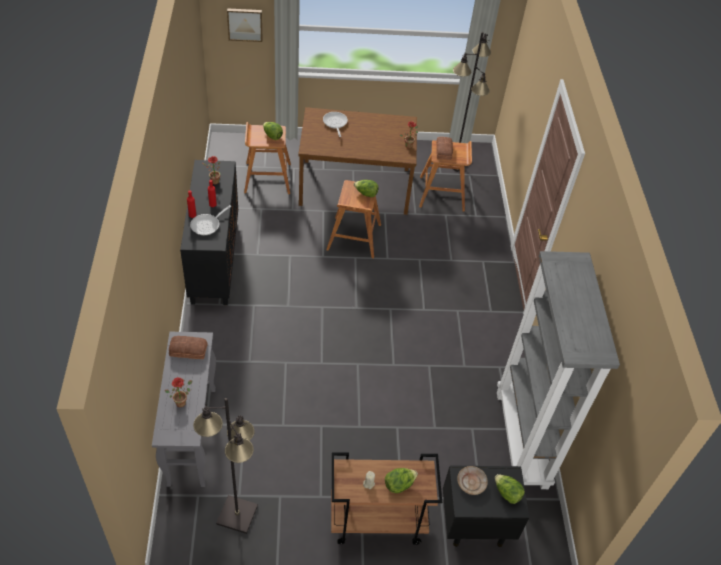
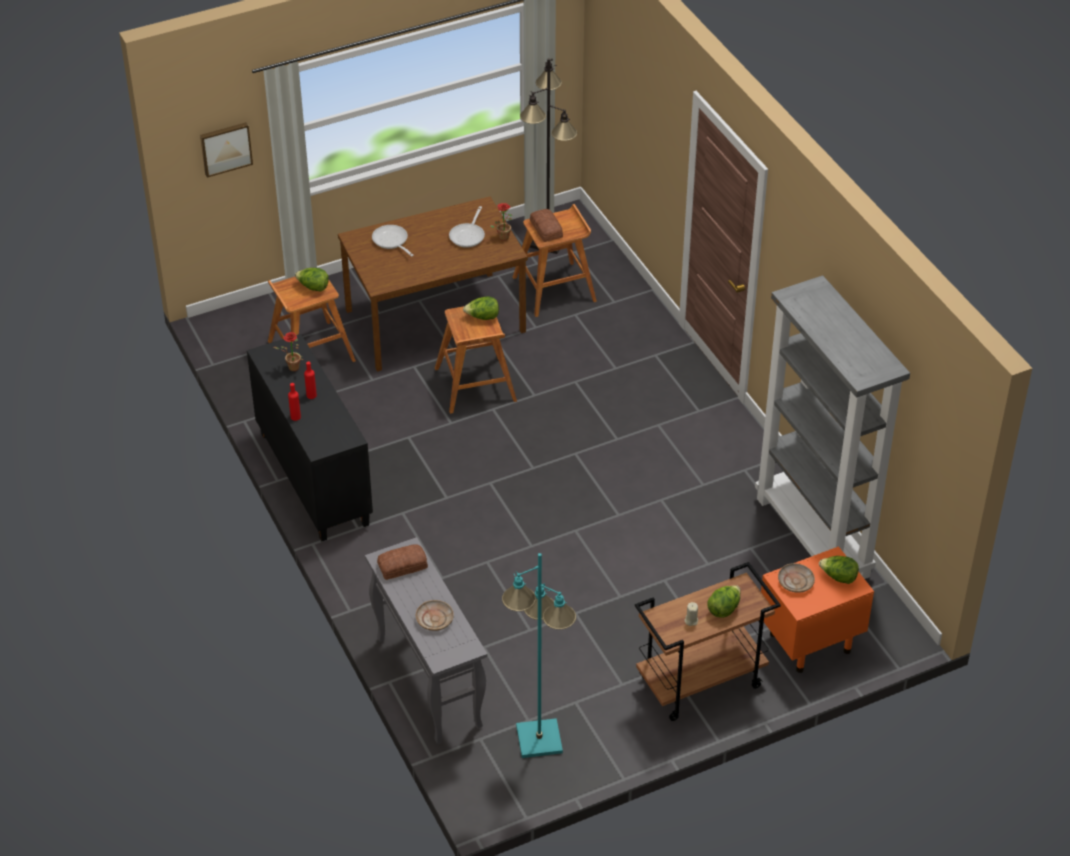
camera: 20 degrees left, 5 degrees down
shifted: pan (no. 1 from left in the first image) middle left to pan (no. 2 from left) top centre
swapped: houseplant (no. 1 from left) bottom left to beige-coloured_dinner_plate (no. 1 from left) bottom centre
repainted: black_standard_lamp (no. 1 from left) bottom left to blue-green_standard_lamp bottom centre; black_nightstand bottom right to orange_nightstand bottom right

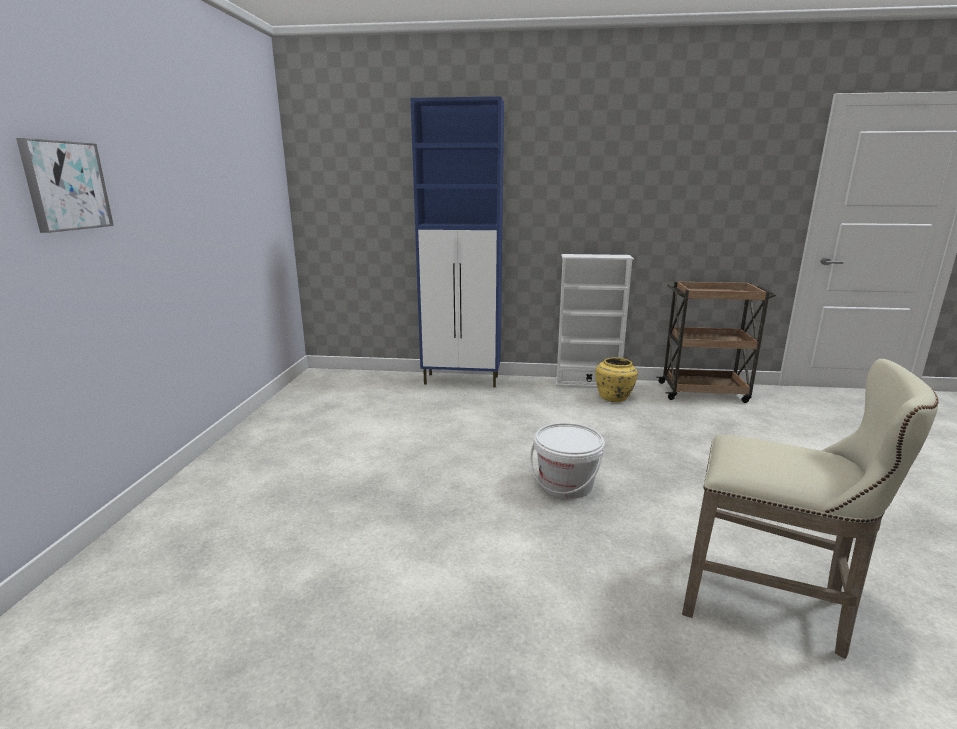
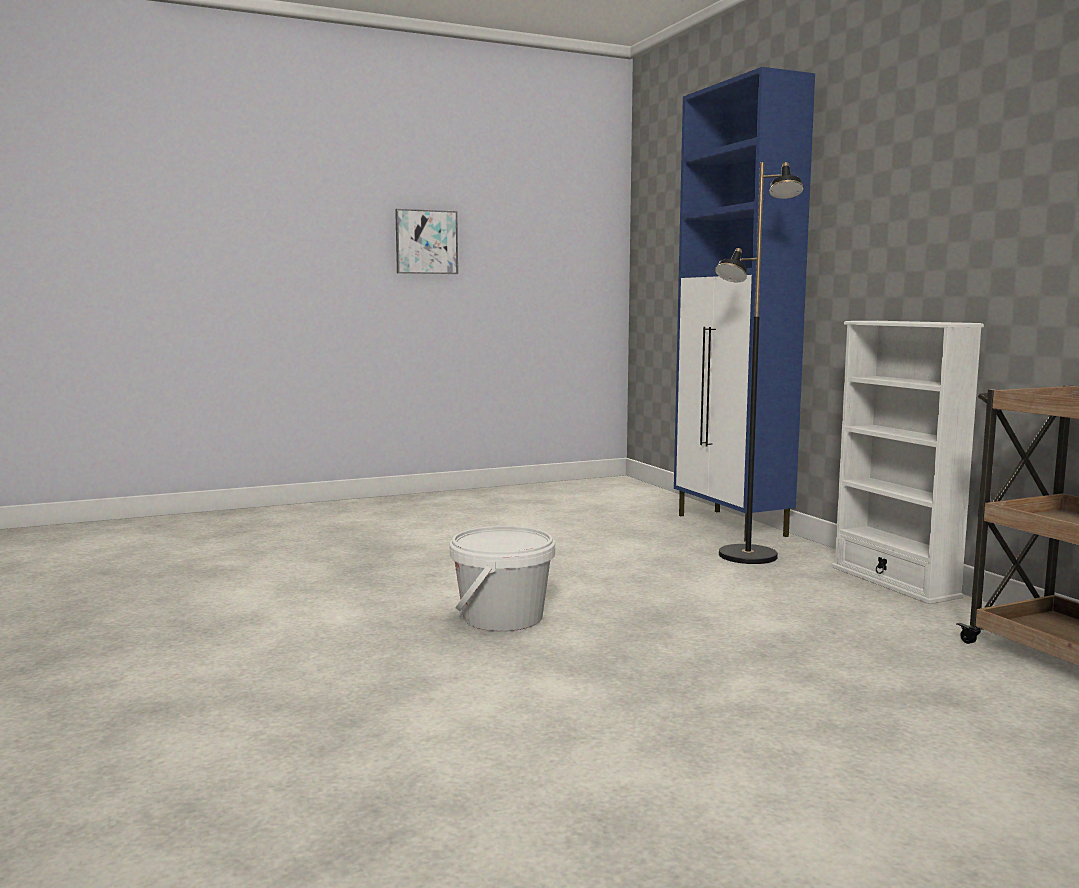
camera: 60 degrees right, 10 degrees down
gone: yellow-coloured_vase centre; beige-coloured_stool bottom right
new: black_standard_lamp middle right
shifted: wall_art top left to top centre

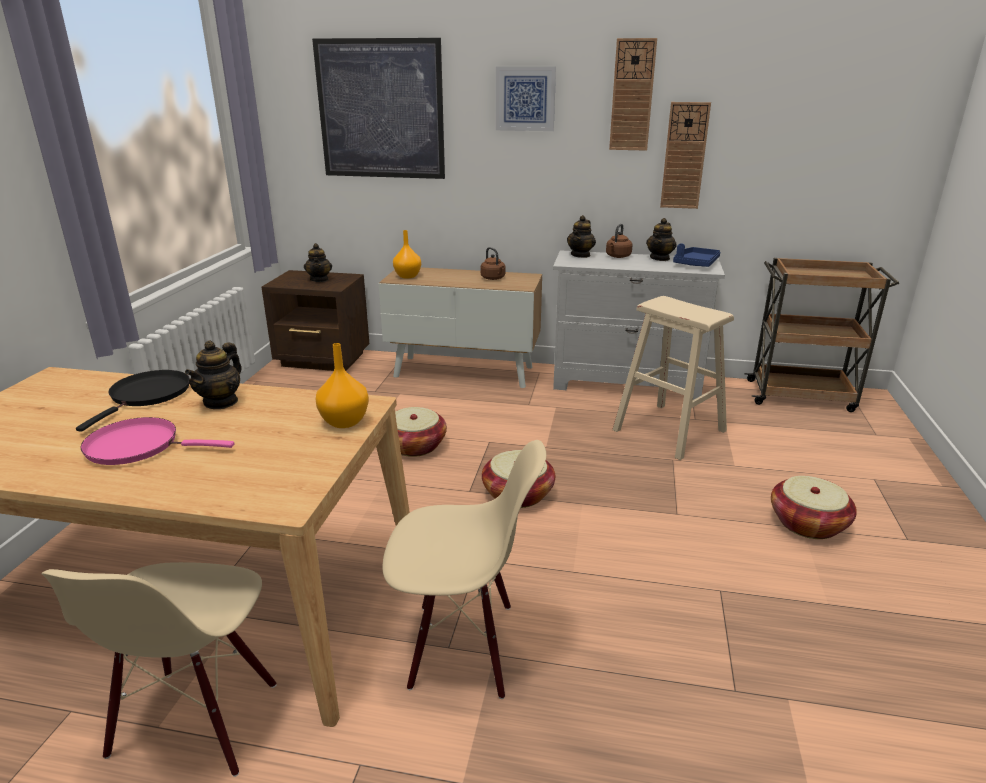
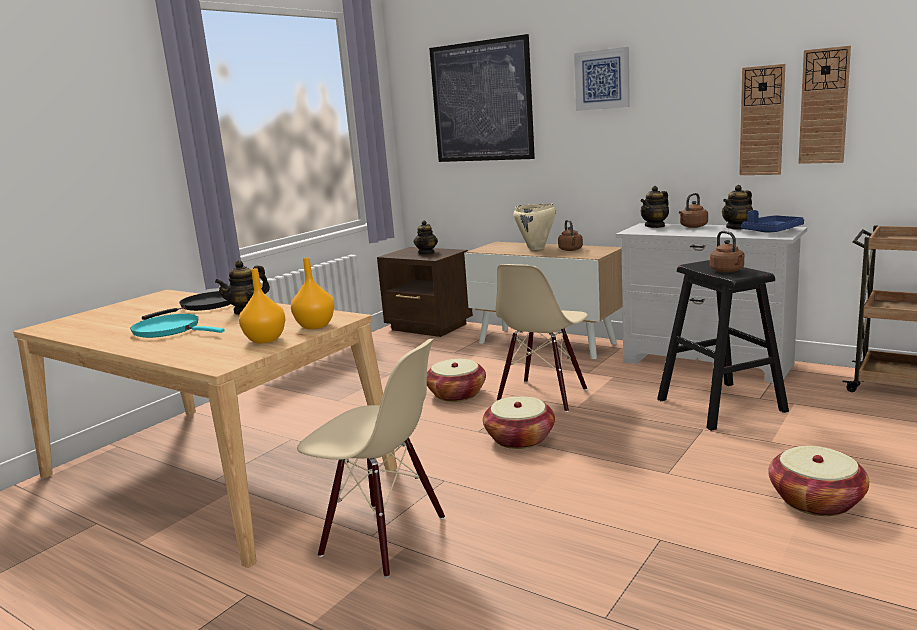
camera: 25 degrees right, 10 degrees down
new: beige-coloured_stockpot centre; brown_water_kettle (no. 3 from left) middle right
shifted: beige-coloured_plain_chair (no. 1 from left in the first image) bottom left to beige-coloured_plain_chair (no. 2 from left) centre; orange_vase (no. 2 from left in the first image) top centre to orange_vase (no. 1 from left) middle left; hanging_clock (no. 1 from left in the first image) top centre to hanging_clock (no. 2 from left) top right
repainted: pinkish_pan middle left to blue-green_pan middle left; beige-coloured_stool middle right to black_stool middle right

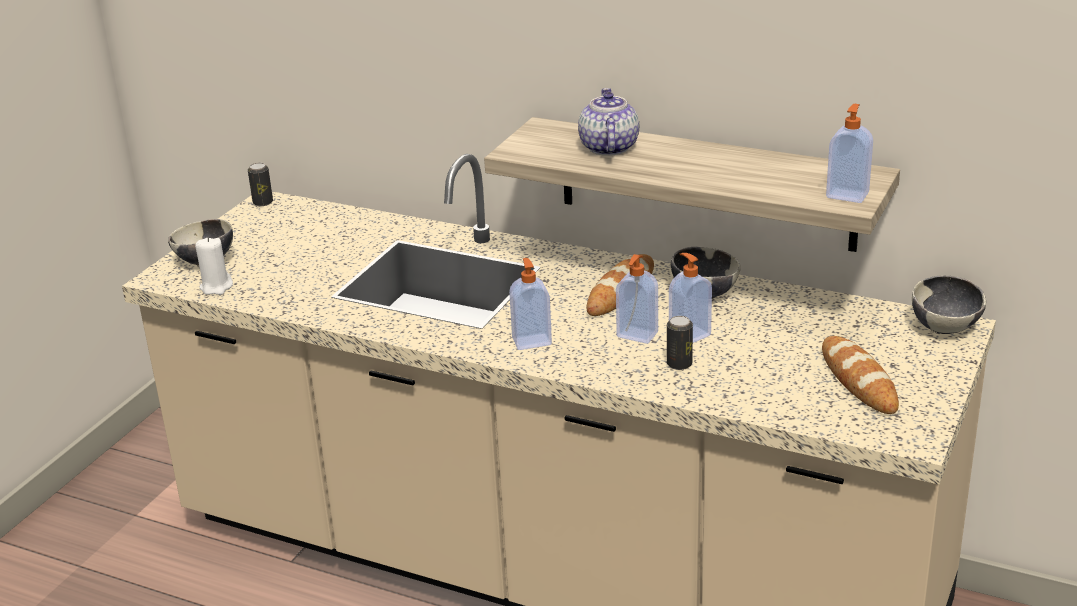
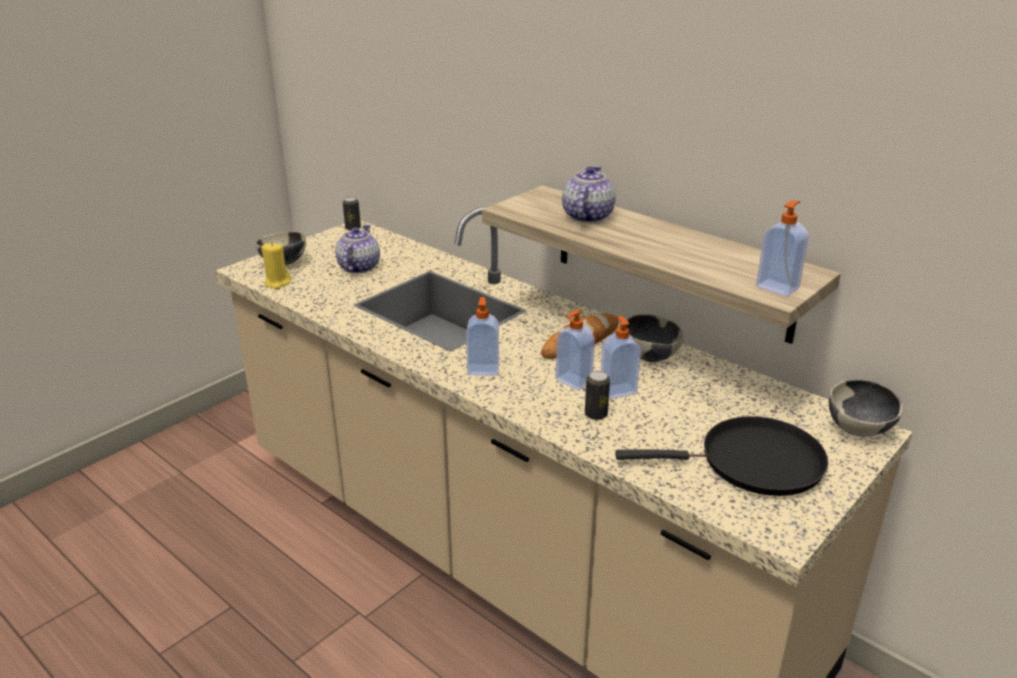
camera: 15 degrees right, 0 degrees up
new: pot_for_tea (no. 1 from left) centre
swapped: bakery_bread (no. 2 from left) middle right to black_pan bottom right
repainted: white_wax_light middle left to yellow-coloured_wax_light middle left

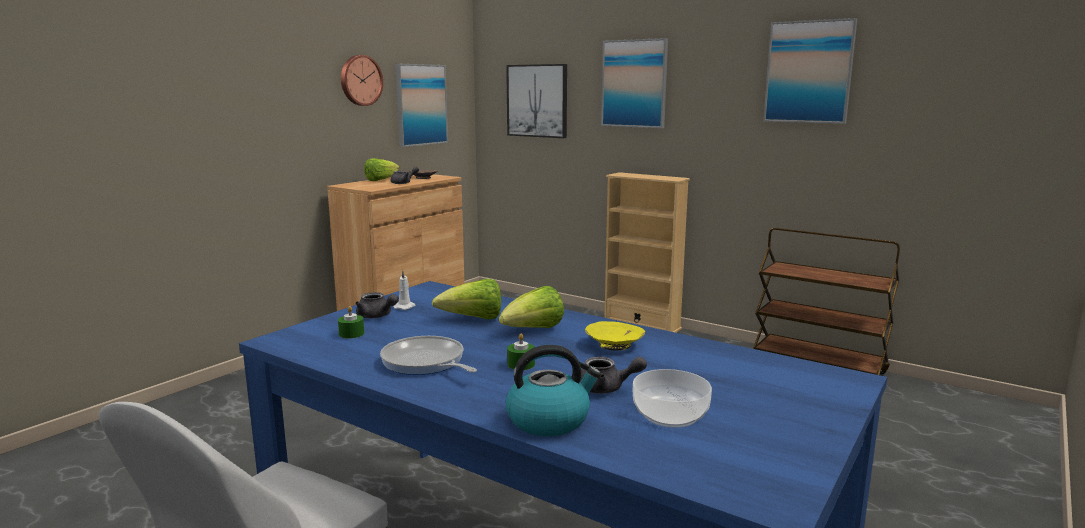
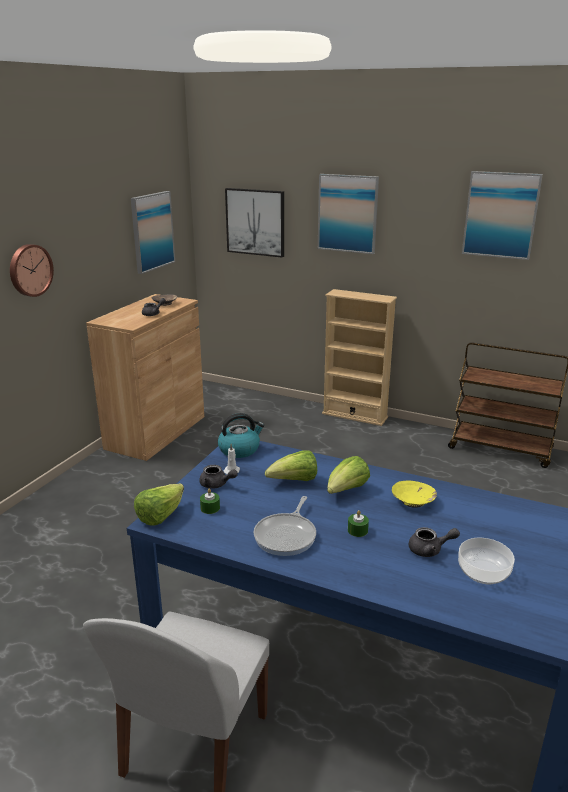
camera: 10 degrees left, 10 degrees up
shifted: hanging_clock top centre to middle left; head_of_lettuce (no. 1 from left) top centre to middle left; water_kettle bottom centre to centre
rotated: pan bottom centre = centre 105 degrees counterclockwise

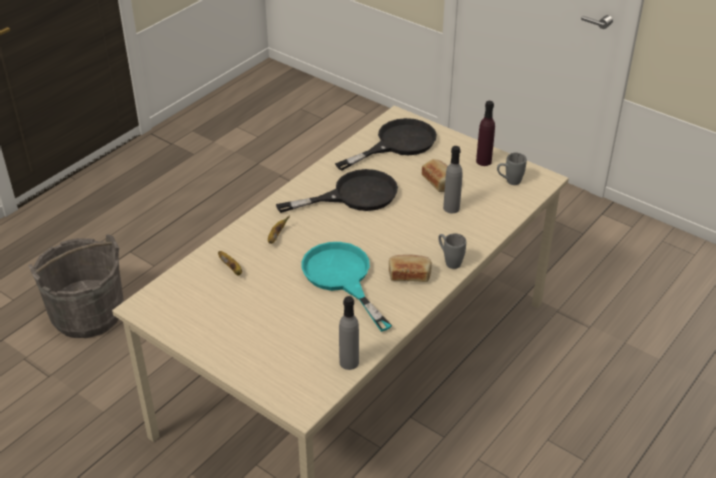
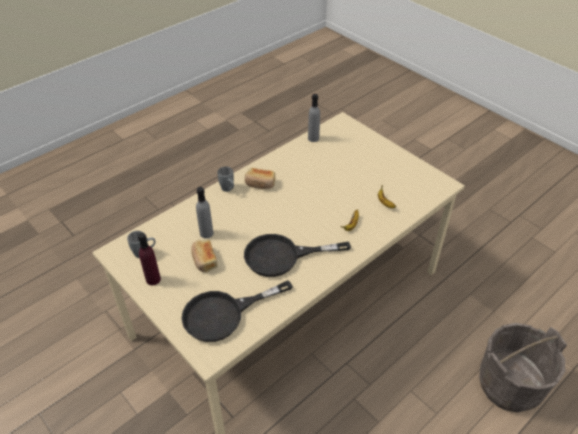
camera: 170 degrees left, 5 degrees up
gone: blue-green_pan centre

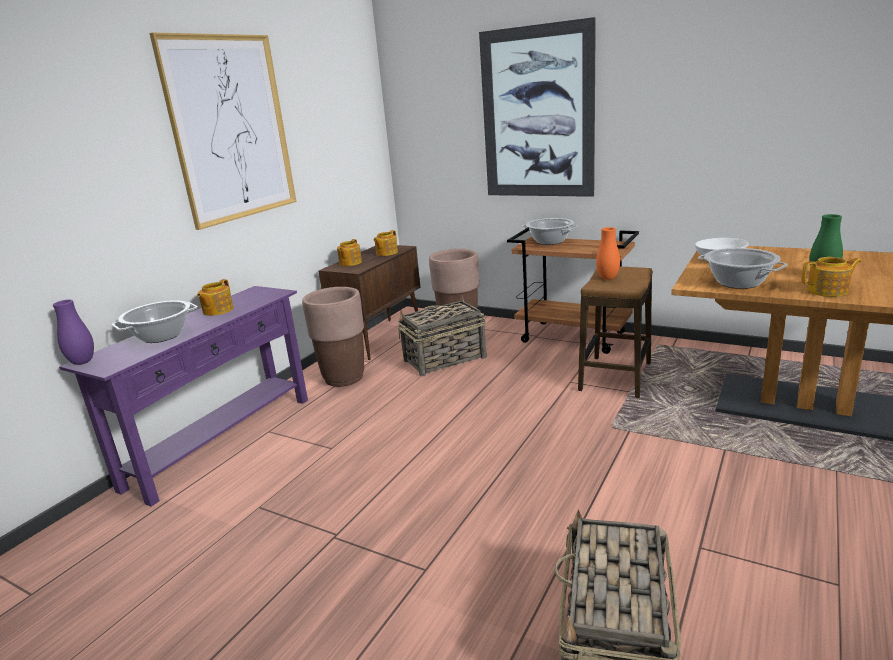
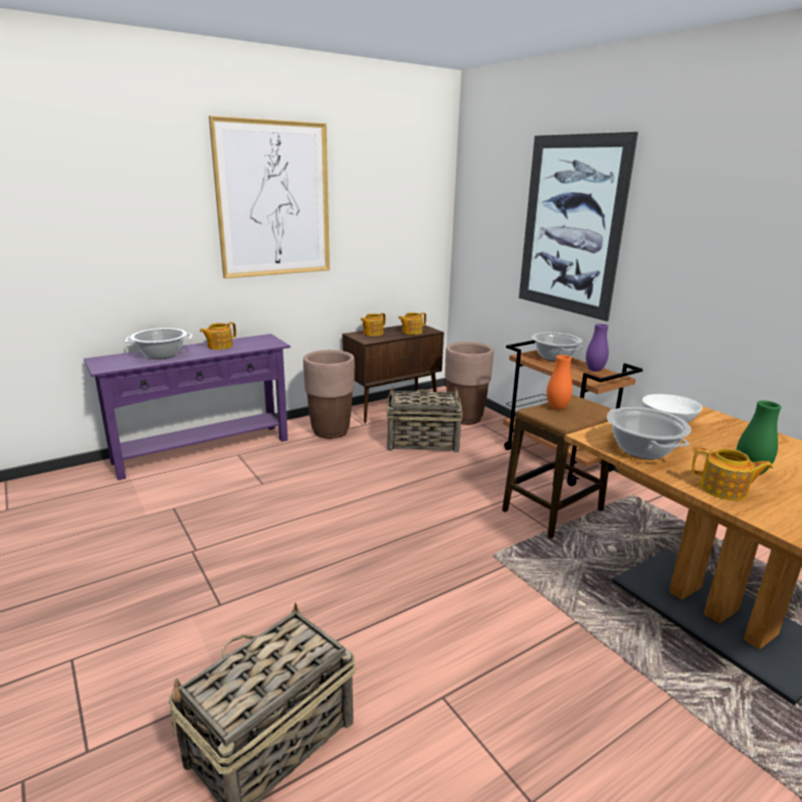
camera: 25 degrees right, 0 degrees up
shifted: purple_vase middle left to middle right

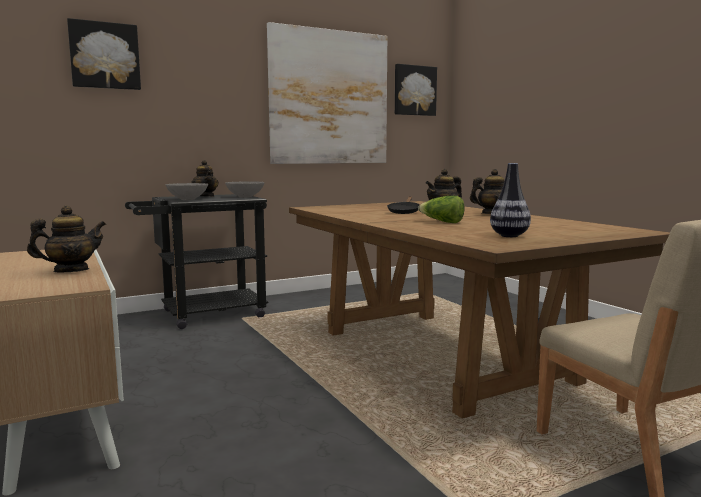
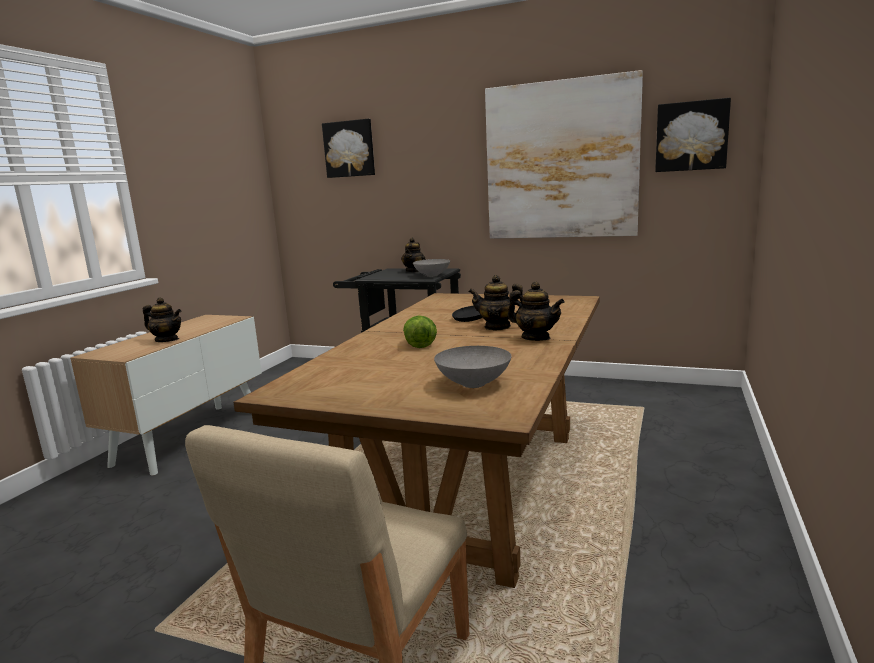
camera: 50 degrees right, 5 degrees up
gone: vase middle right
shifted: gray_deep_dish (no. 1 from left in the first image) middle left to gray_deep_dish (no. 2 from left) centre

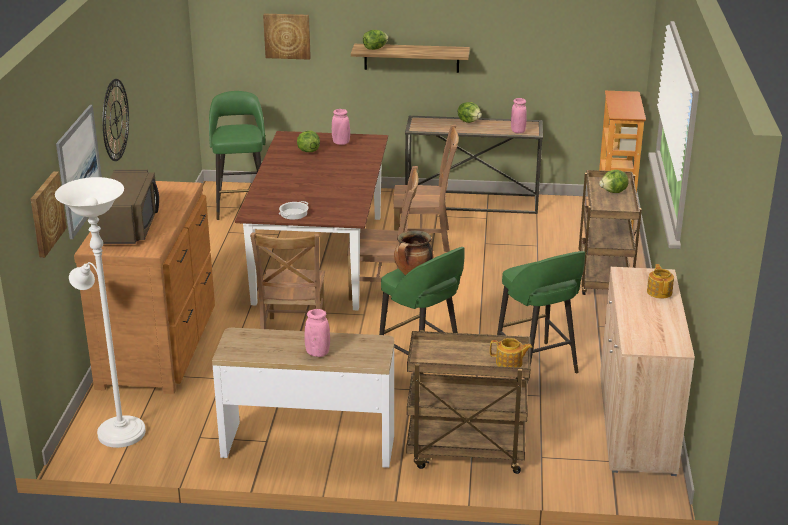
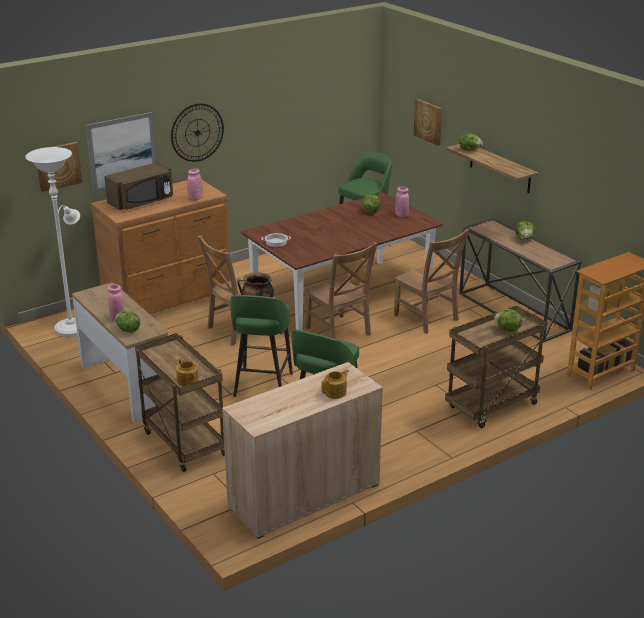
camera: 50 degrees right, 0 degrees up
new: head_of_lettuce (no. 1 from left) middle left
shifted: pinkish_vase (no. 3 from left in the first image) top centre to pinkish_vase (no. 2 from left) top left

